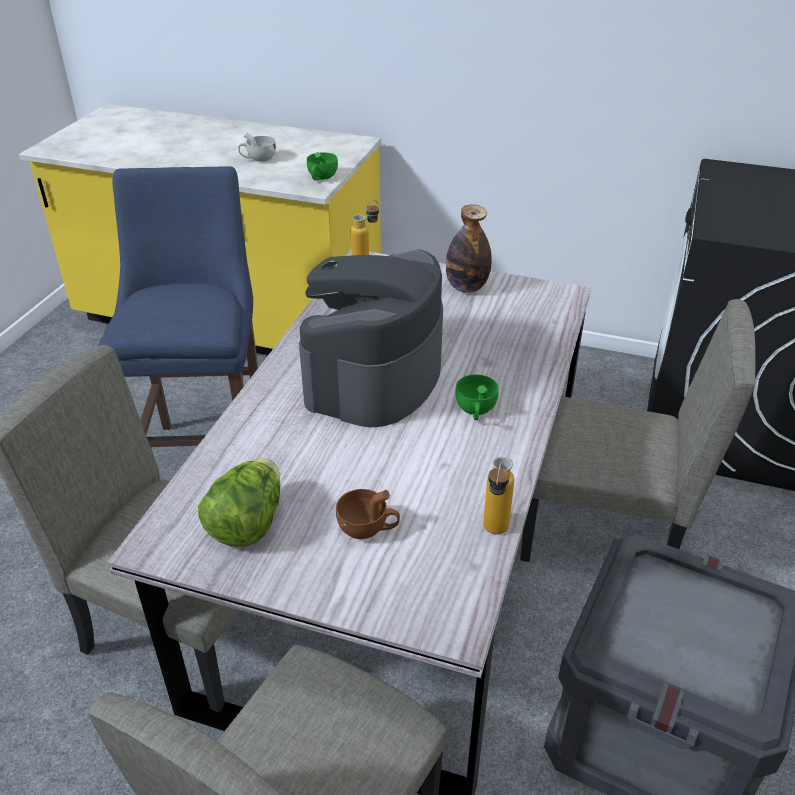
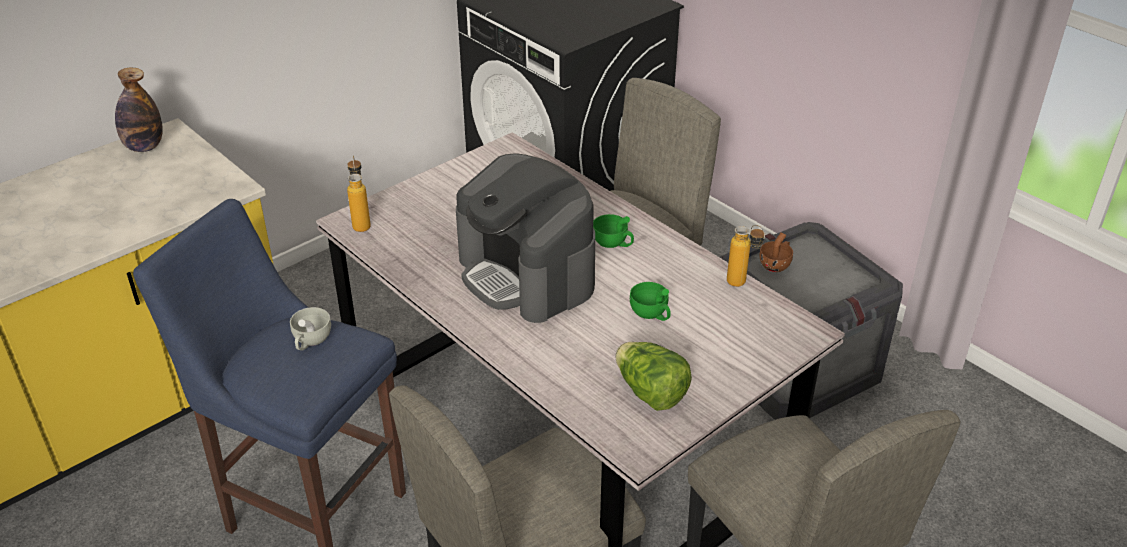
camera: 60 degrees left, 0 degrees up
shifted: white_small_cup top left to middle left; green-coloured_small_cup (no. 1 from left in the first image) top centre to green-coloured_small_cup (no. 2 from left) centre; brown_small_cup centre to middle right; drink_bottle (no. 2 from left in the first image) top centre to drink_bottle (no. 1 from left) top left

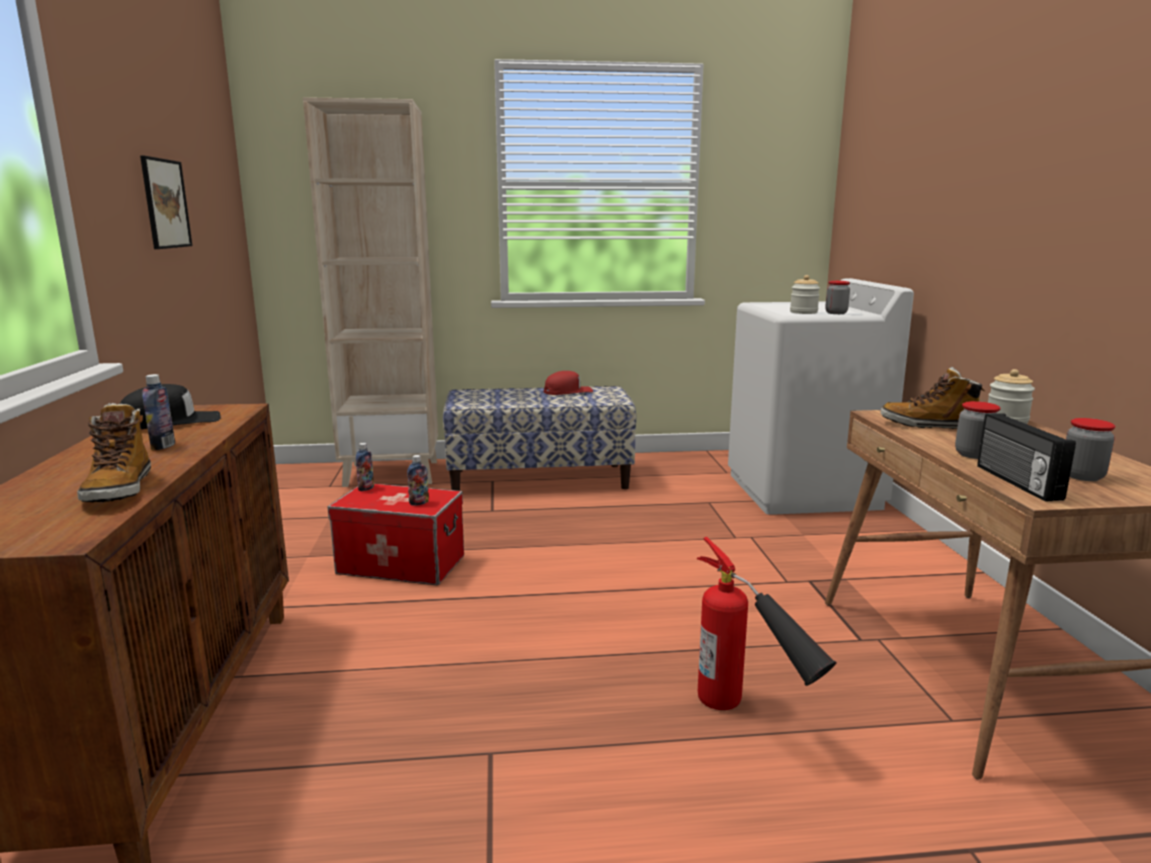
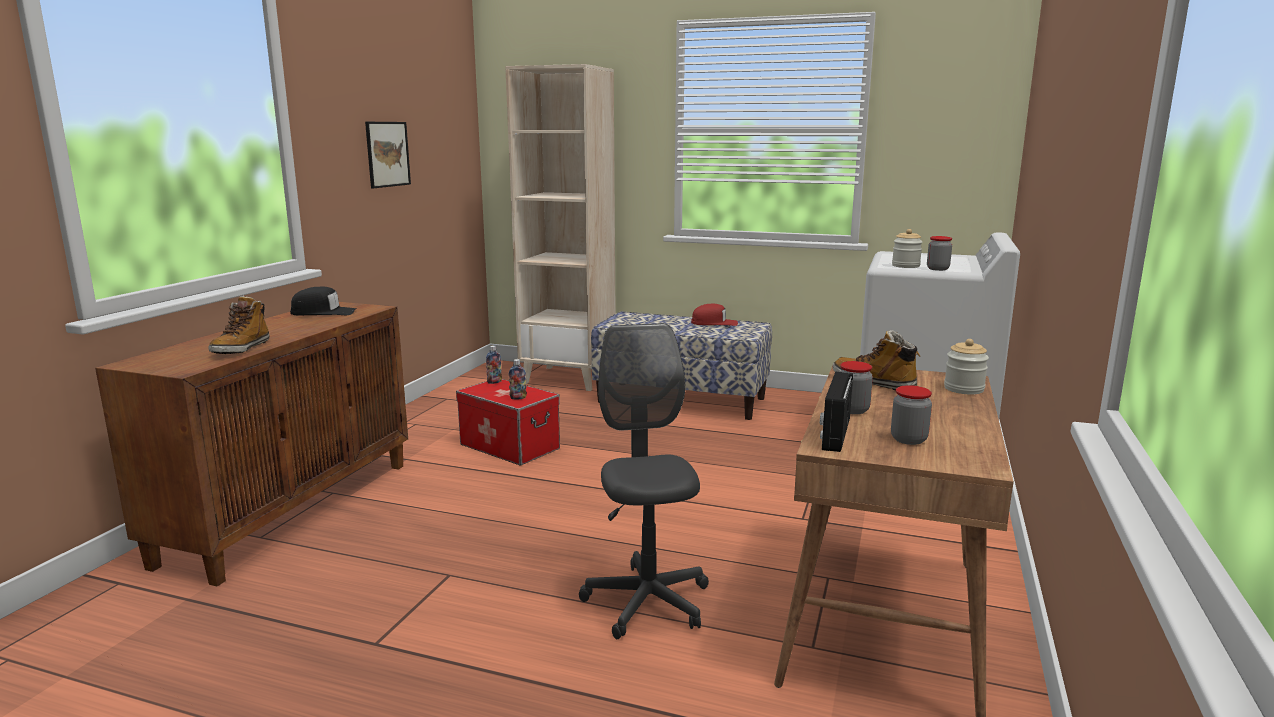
camera: 25 degrees right, 0 degrees up
gone: drink_bottle (no. 1 from left) middle left
swapped: extinguisher bottom centre to gray_computer_chair bottom centre

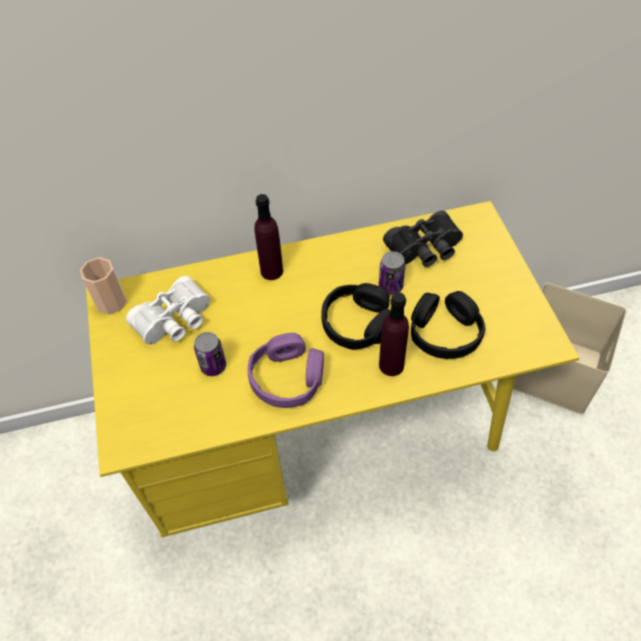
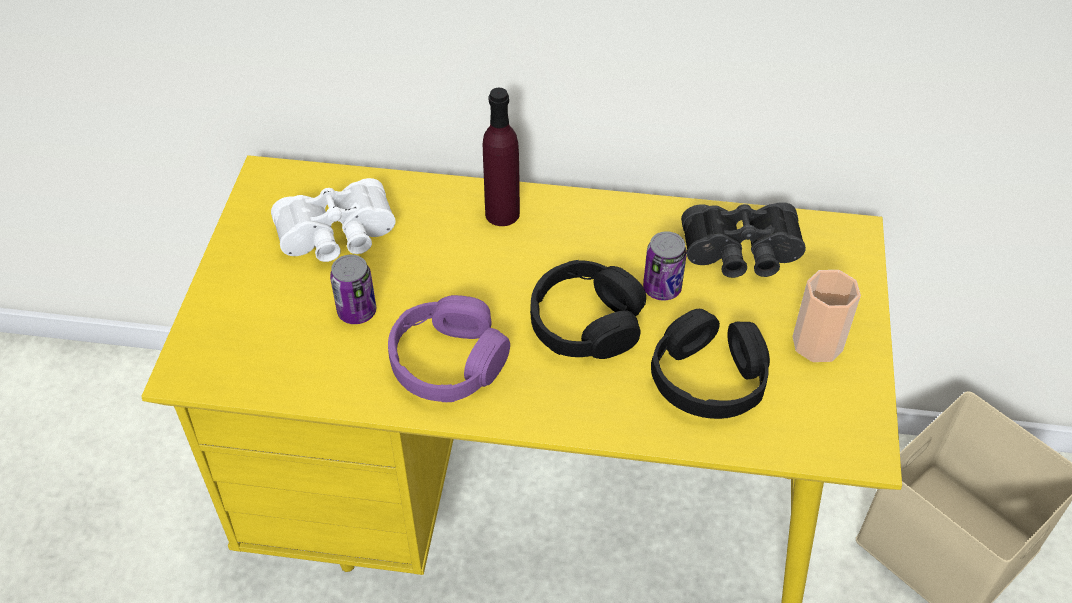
camera: 20 degrees right, 5 degrees down
gone: purple_drink_bottle (no. 2 from left) centre
shifted: small_cup middle left to middle right

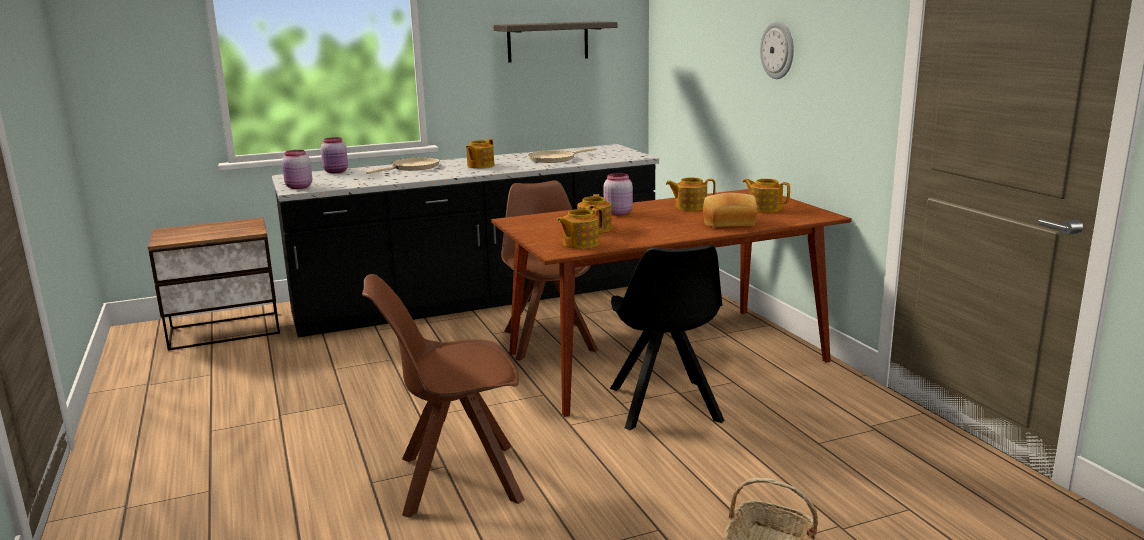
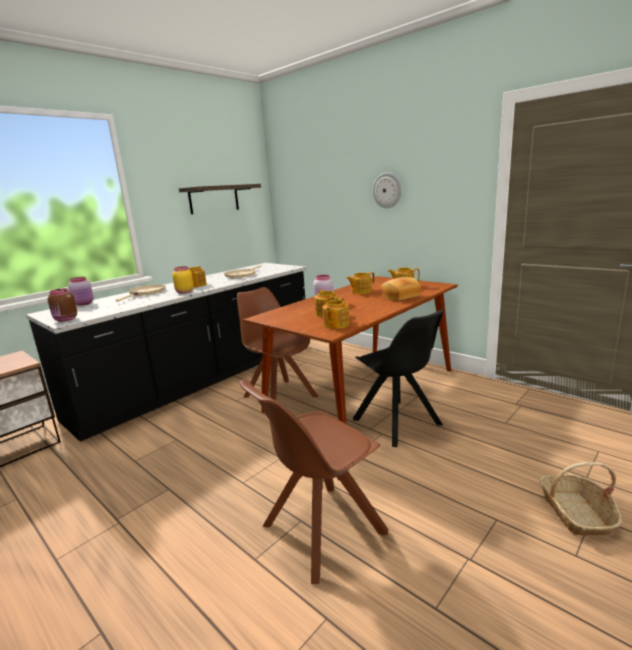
camera: 25 degrees left, 0 degrees up
new: yellow-coloured_preserve_jar middle left
repainted: pinkish_preserve_jar (no. 1 from left) top left to brown_preserve_jar middle left

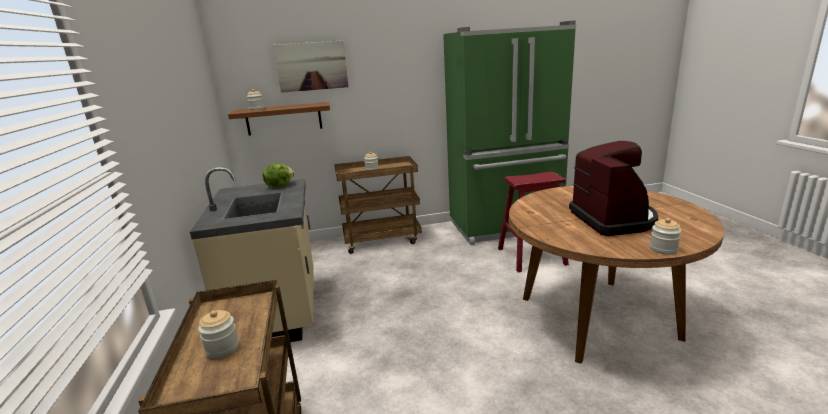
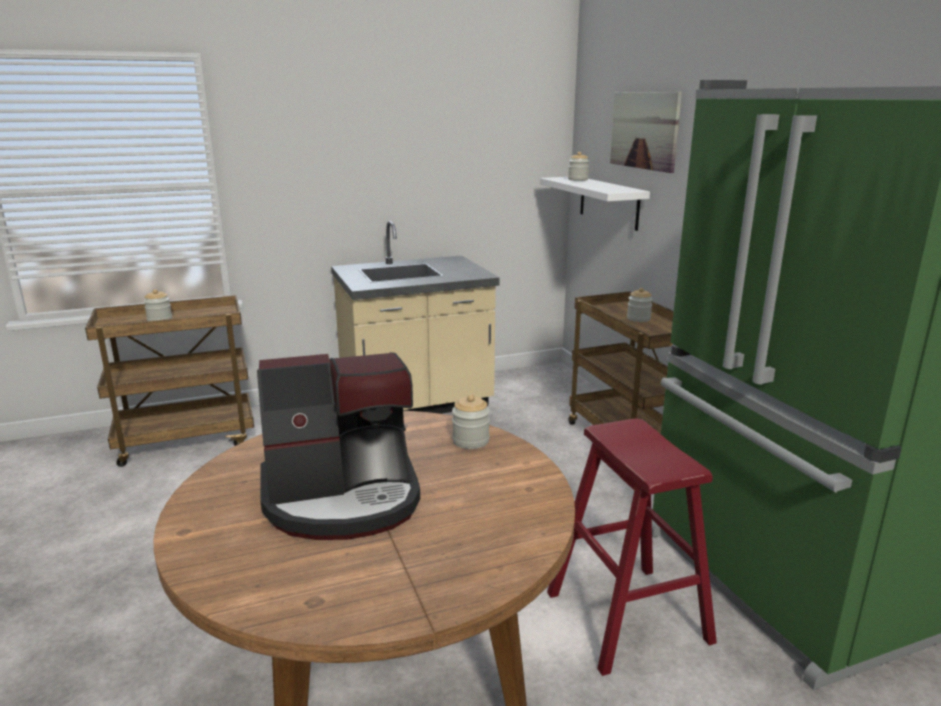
camera: 80 degrees right, 0 degrees up
gone: head_of_lettuce centre
shifted: preserve_jar (no. 4 from left in the first image) middle right to preserve_jar (no. 2 from left) centre
repainted: brown_bracket_shelf top centre to white_bracket_shelf top centre

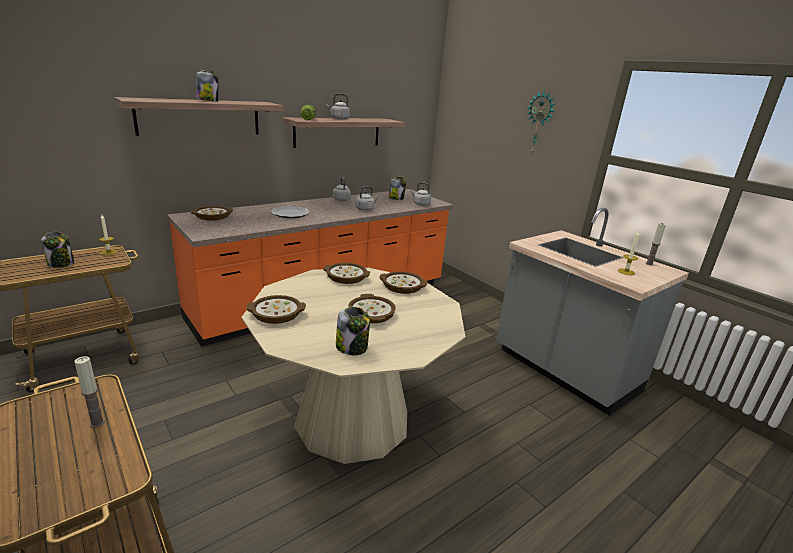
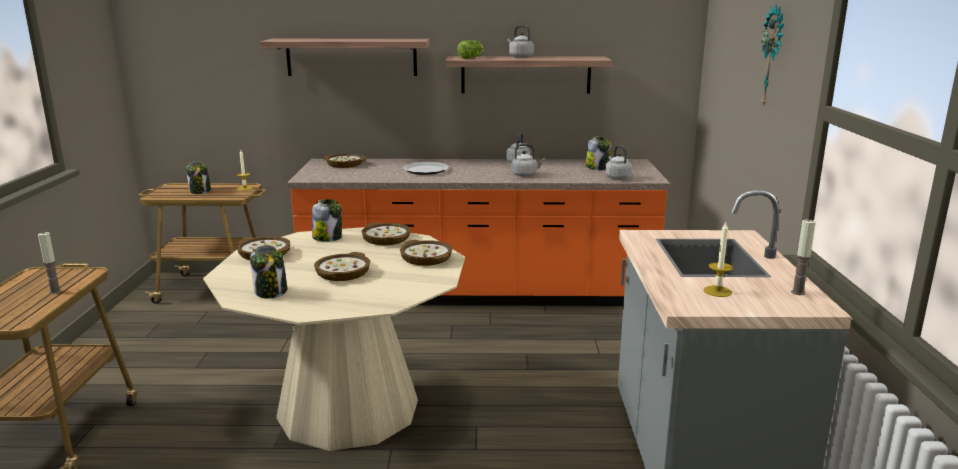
camera: 40 degrees right, 5 degrees down
shifted: preserve_jar (no. 2 from left in the first image) top left to preserve_jar (no. 3 from left) centre

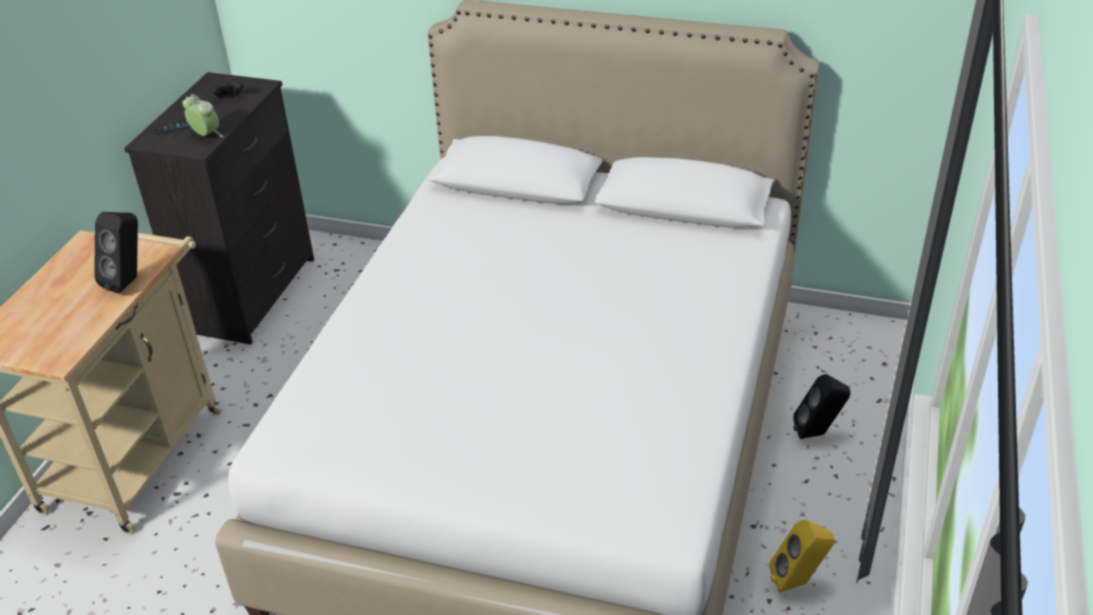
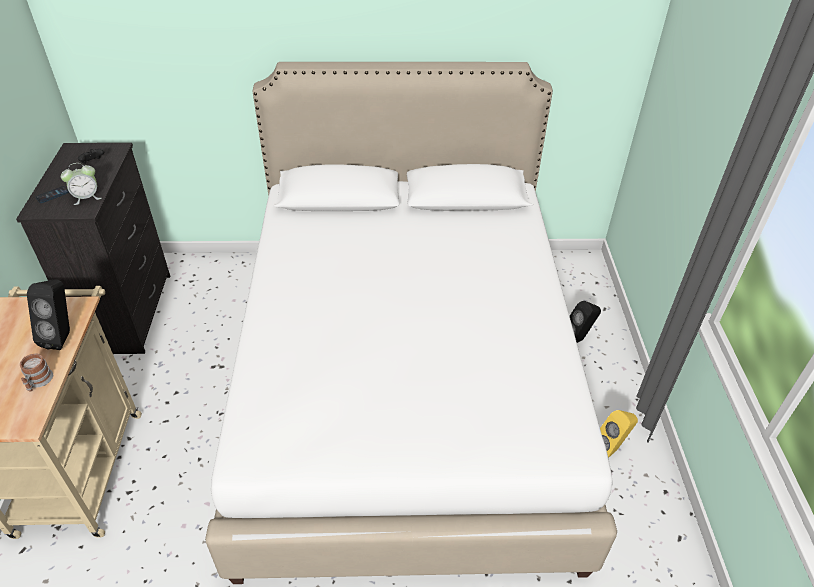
camera: 20 degrees left, 5 degrees up
new: tea_mug middle left
rotated: bedside_clock top left = top left 135 degrees clockwise

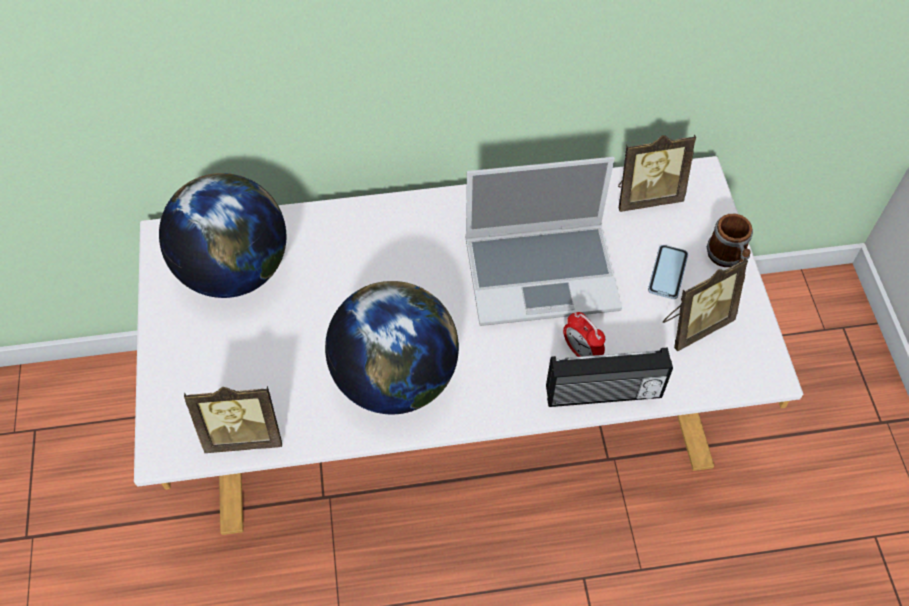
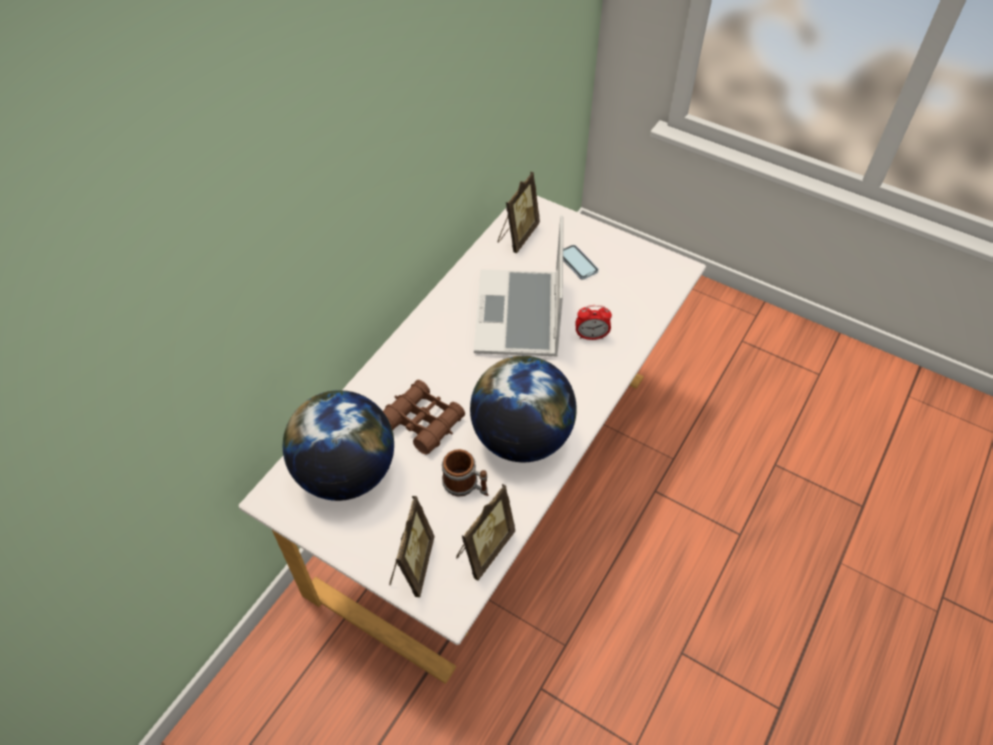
camera: 50 degrees left, 5 degrees down
gone: radio_receiver middle right
new: brown_field_glasses centre
shifted: standing_frame (no. 3 from left in the first image) middle right to standing_frame (no. 1 from left) bottom centre; tea_mug middle right to centre
rotated: notebook_computer centre = centre 150 degrees clockwise

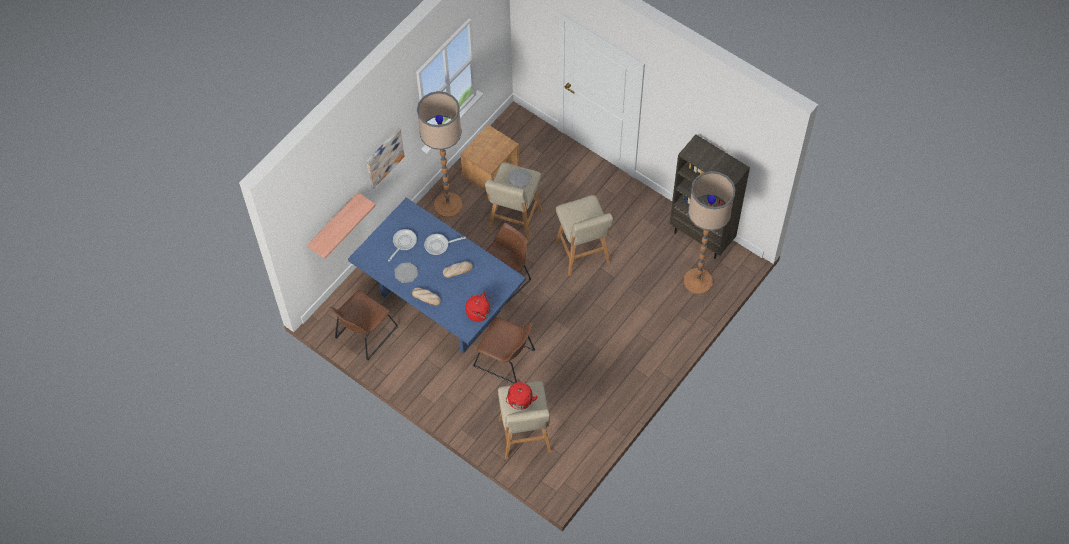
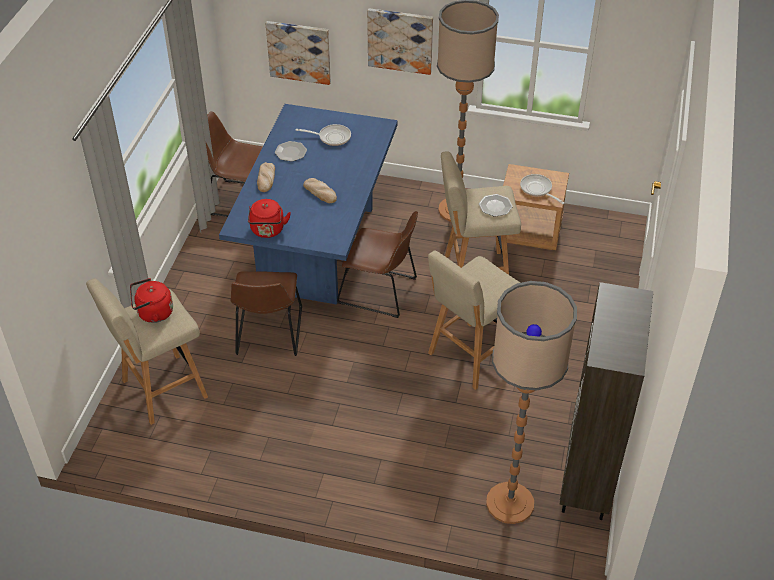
camera: 65 degrees right, 15 degrees down
shifted: pan (no. 2 from left) centre to top right
swapped: bracket_shelf middle left to wall_art (no. 1 from left) top centre

